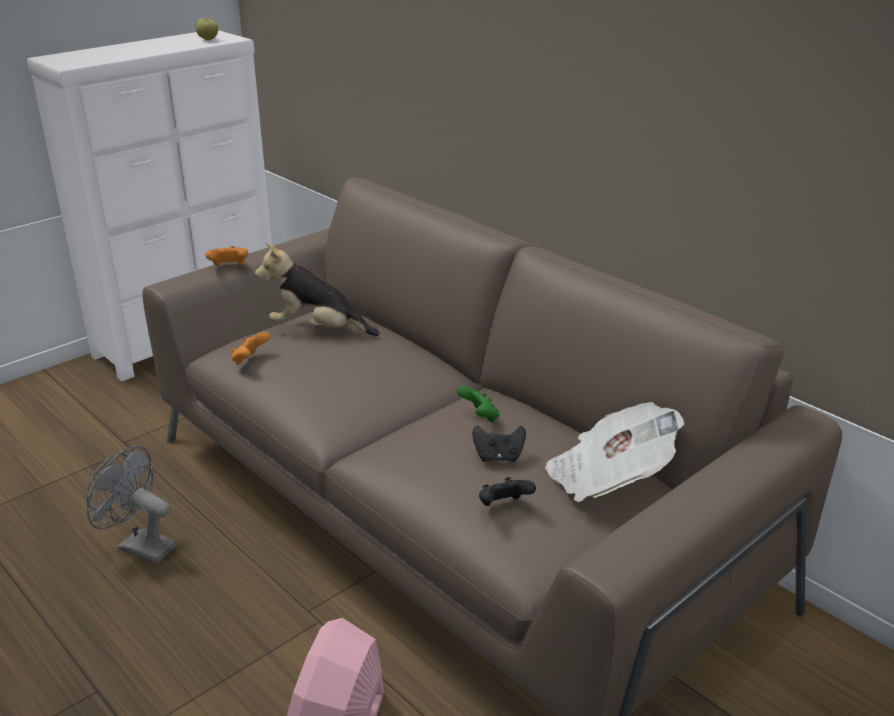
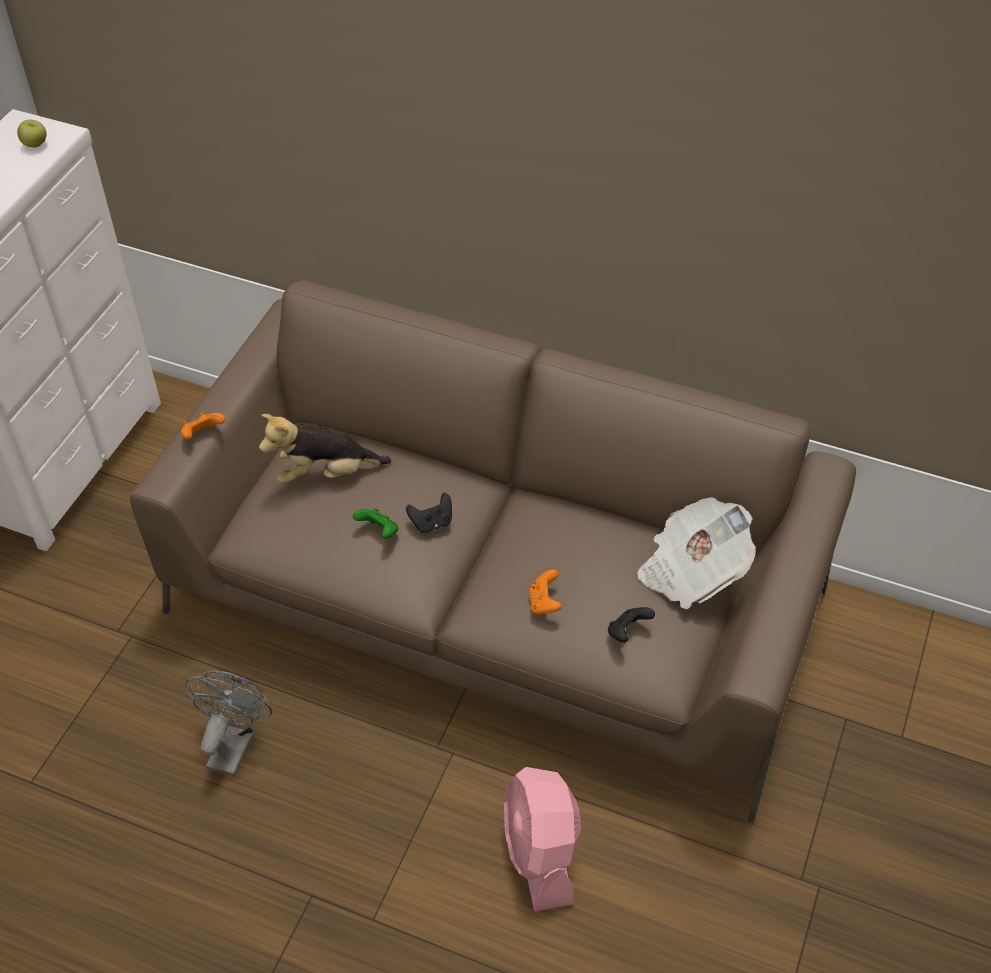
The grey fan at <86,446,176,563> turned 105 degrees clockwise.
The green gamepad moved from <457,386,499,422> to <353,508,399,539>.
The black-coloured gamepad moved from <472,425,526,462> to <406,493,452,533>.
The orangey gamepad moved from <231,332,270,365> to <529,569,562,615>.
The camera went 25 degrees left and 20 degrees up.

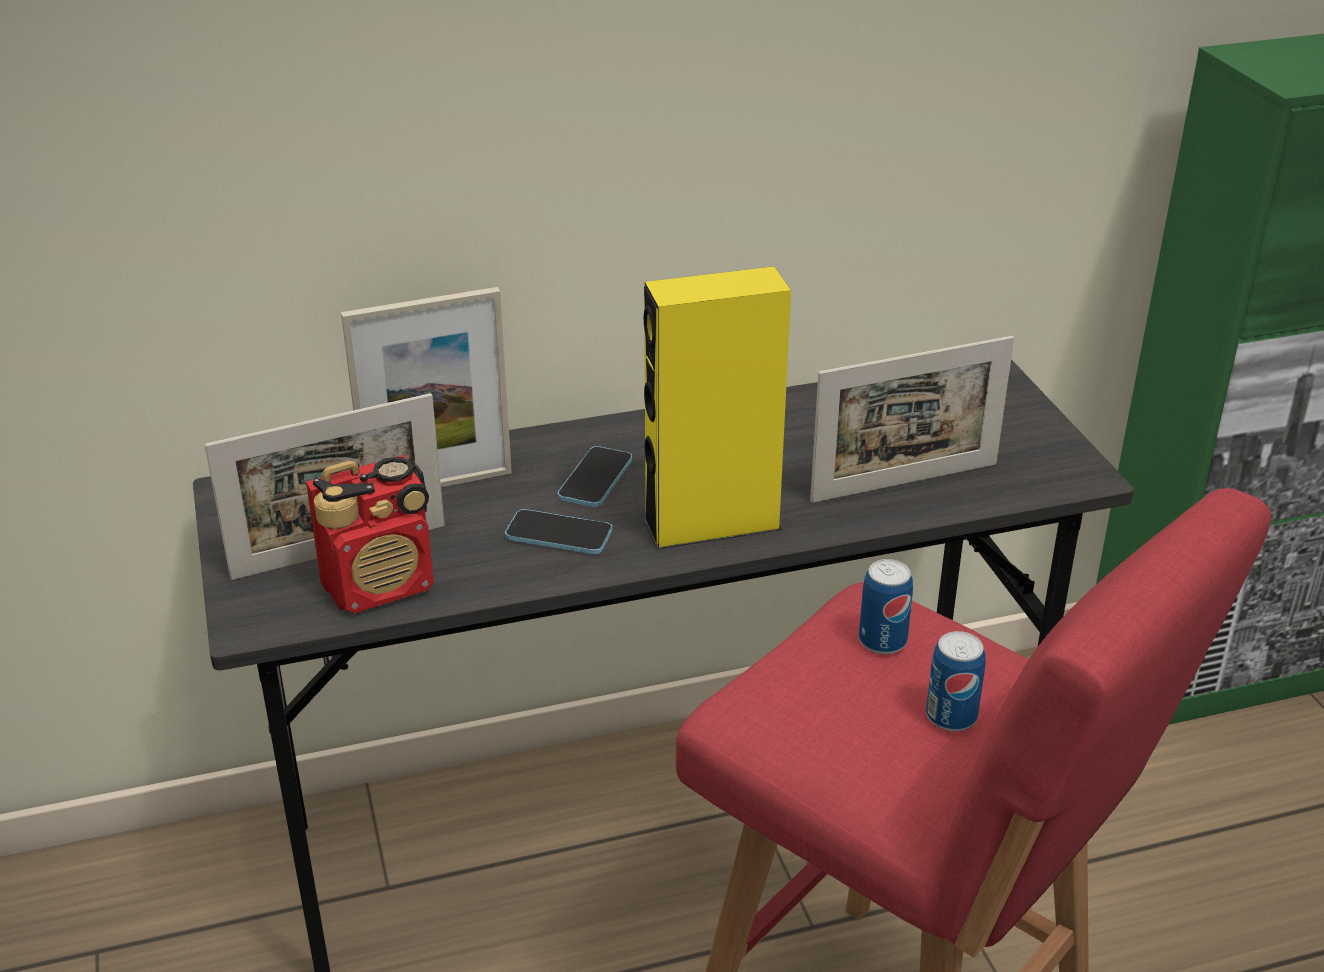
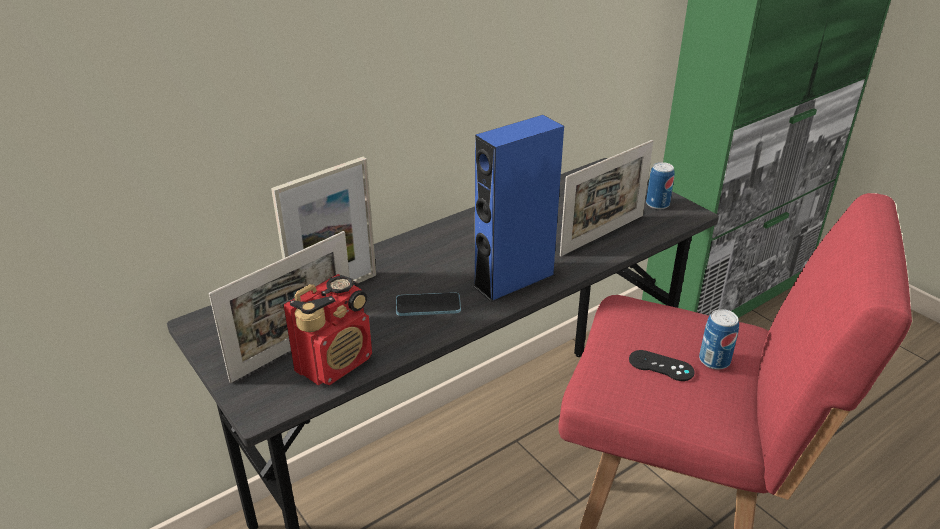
The yellowish speaker at <644,266,791,550> became the blue-coloured speaker at <473,115,564,302>.
The black-coloured gamepad at <629,350,694,381> appeared.
The can moved from <859,559,913,654> to <646,162,675,210>.
The handset at <558,446,632,507> disappeared.
The camera went 20 degrees left and 0 degrees up.

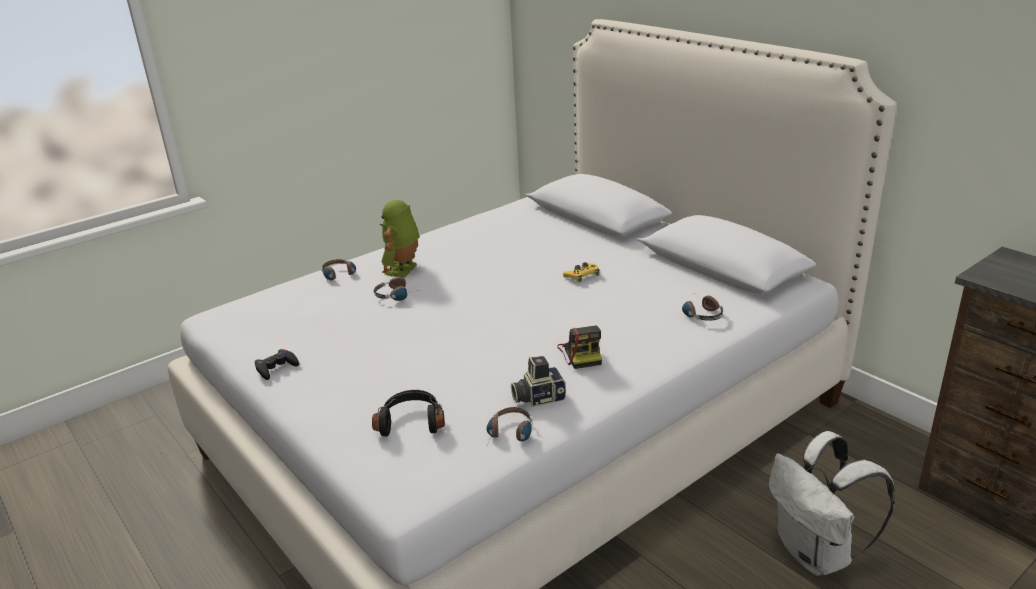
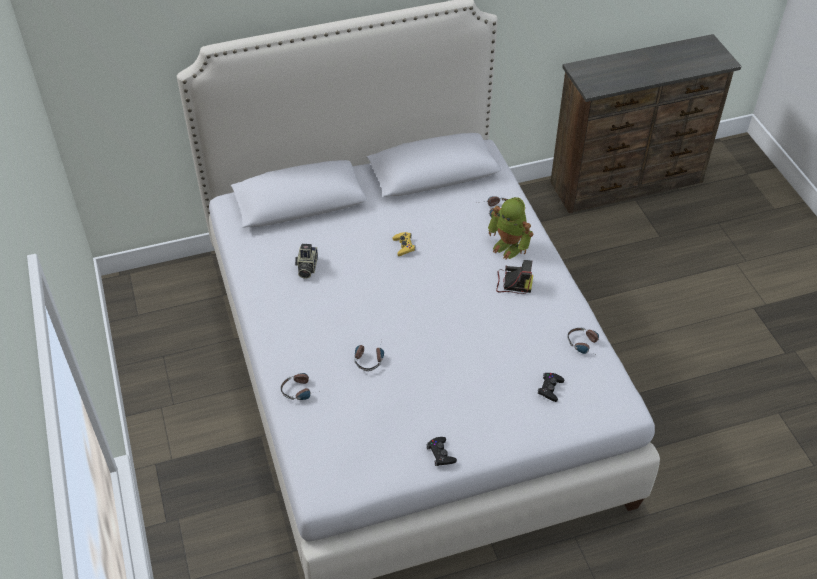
The still camera moved from <511,356,566,407> to <295,244,318,279>.
The toy robot moved from <380,200,420,278> to <488,197,533,260>.
The black-coloured pair of headphones at <372,390,445,437> was replaced by the black-coloured gamepad at <538,373,564,402>.
The white-coloured backpack at <769,431,895,576> disappeared.
The camera went 70 degrees left and 20 degrees up.

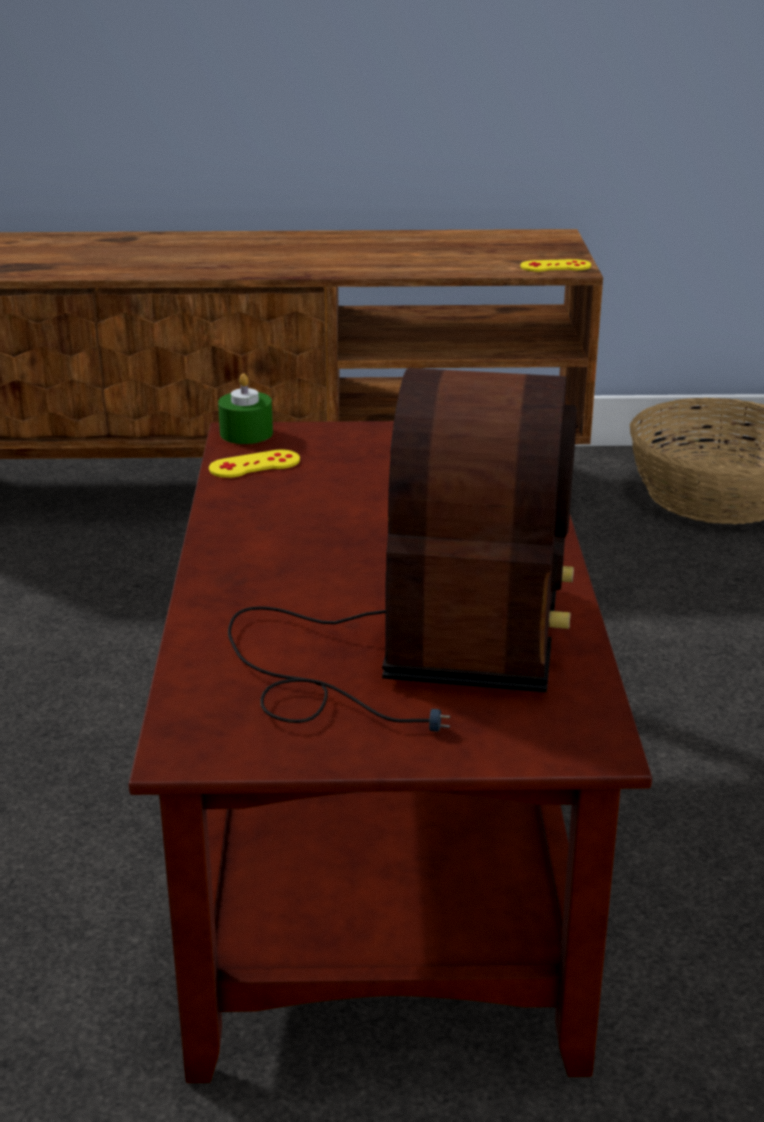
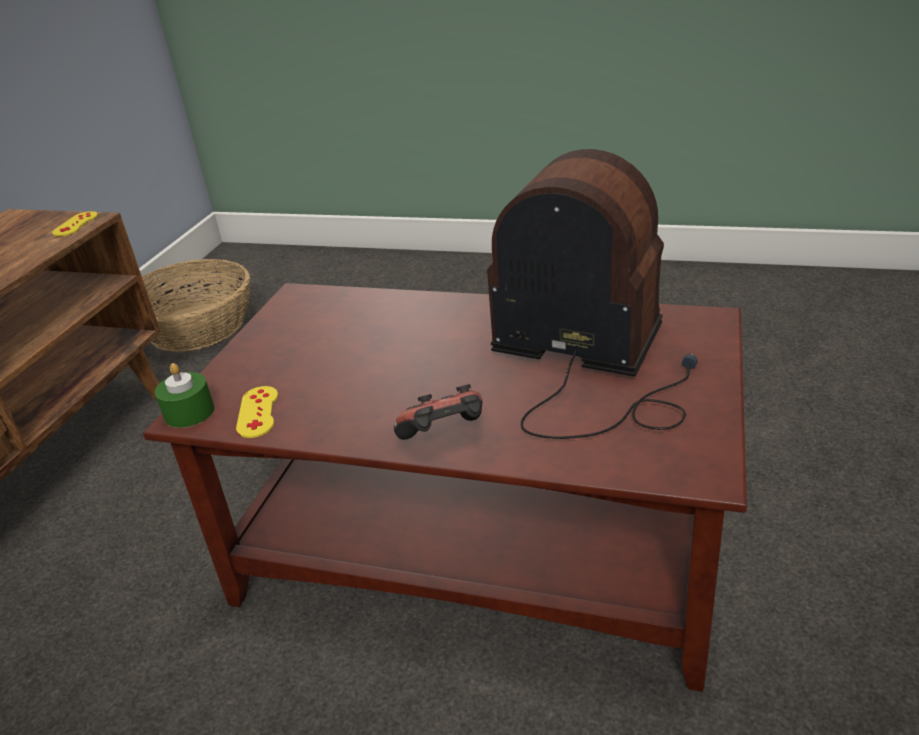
The gamepad at <394,384,482,440> appeared.
The camera went 70 degrees left and 5 degrees up.

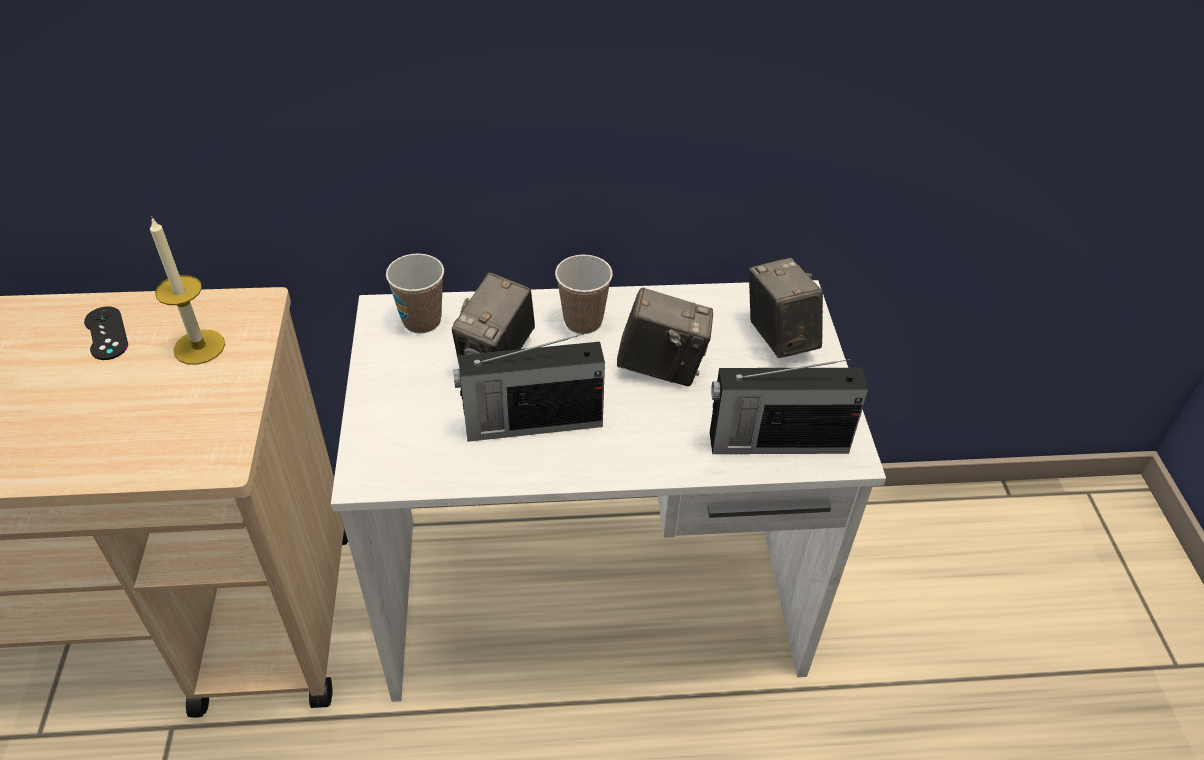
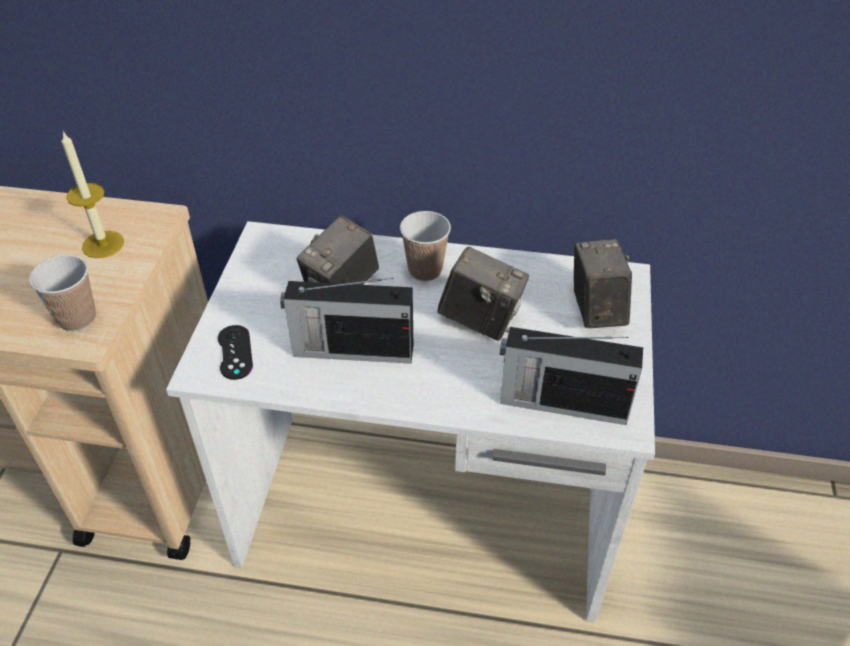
The cup moved from <386,253,444,333> to <29,255,96,331>.
The black-coloured gamepad moved from <84,306,128,360> to <218,325,253,380>.
The camera went 15 degrees right and 0 degrees up.

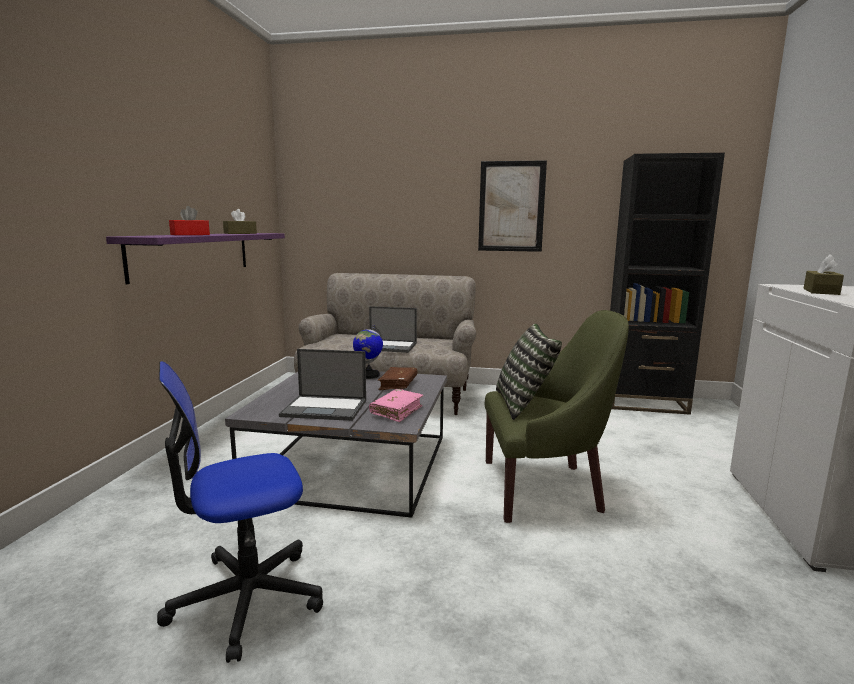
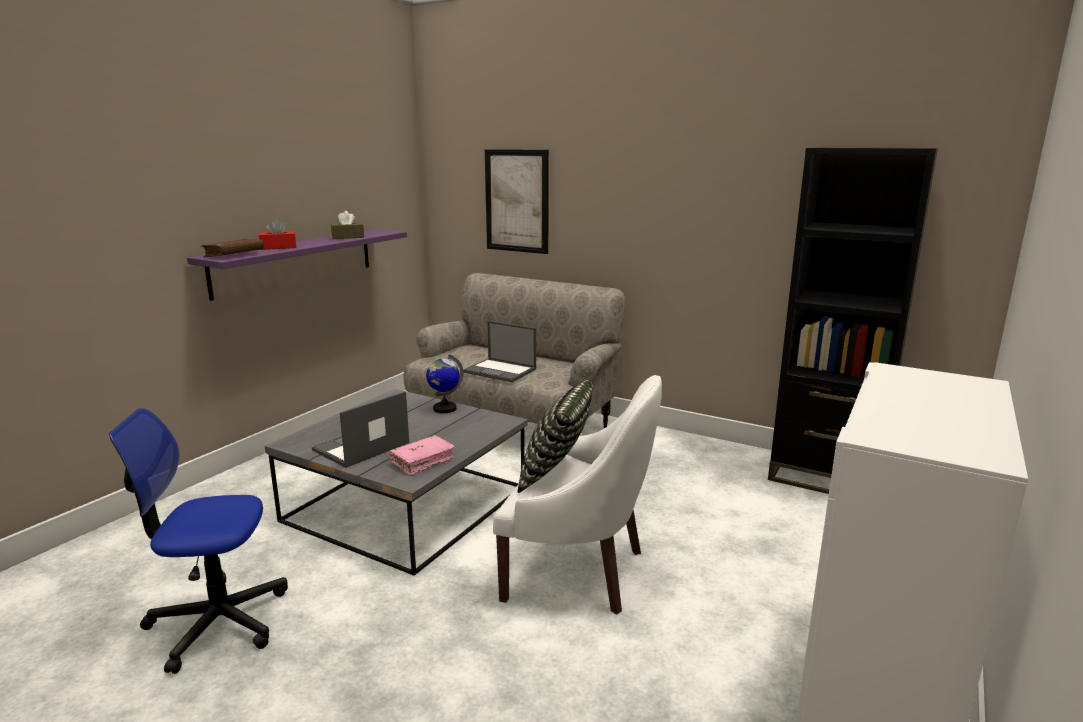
The brown book moved from <378,367,417,390> to <201,239,264,257>.
The laptop at <279,349,366,421> turned 105 degrees clockwise.
The picture moved from <478,160,547,252> to <485,149,549,254>.
The green easy chair at <485,310,629,523> became the white-coloured easy chair at <493,375,662,615>.
The brown box of tissues at <804,255,844,295> disappeared.
The camera went 20 degrees right and 5 degrees up.

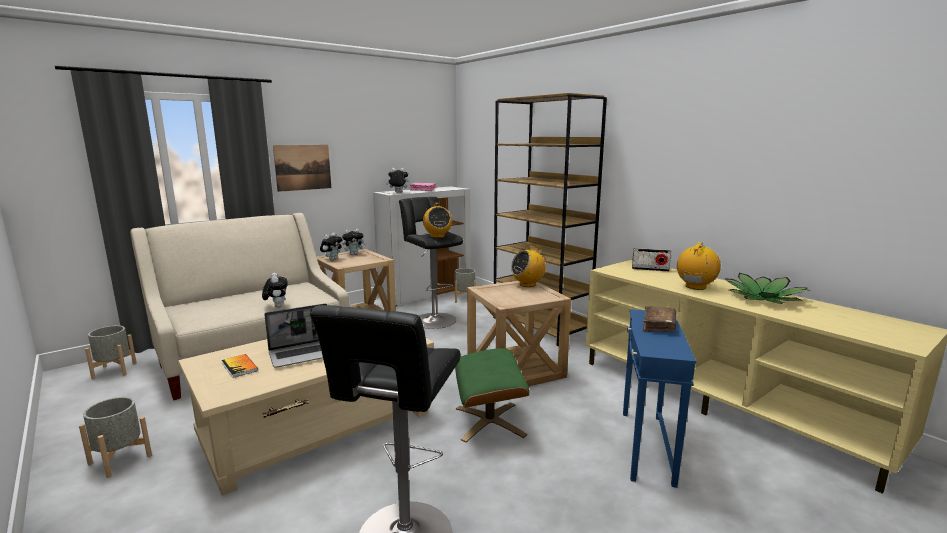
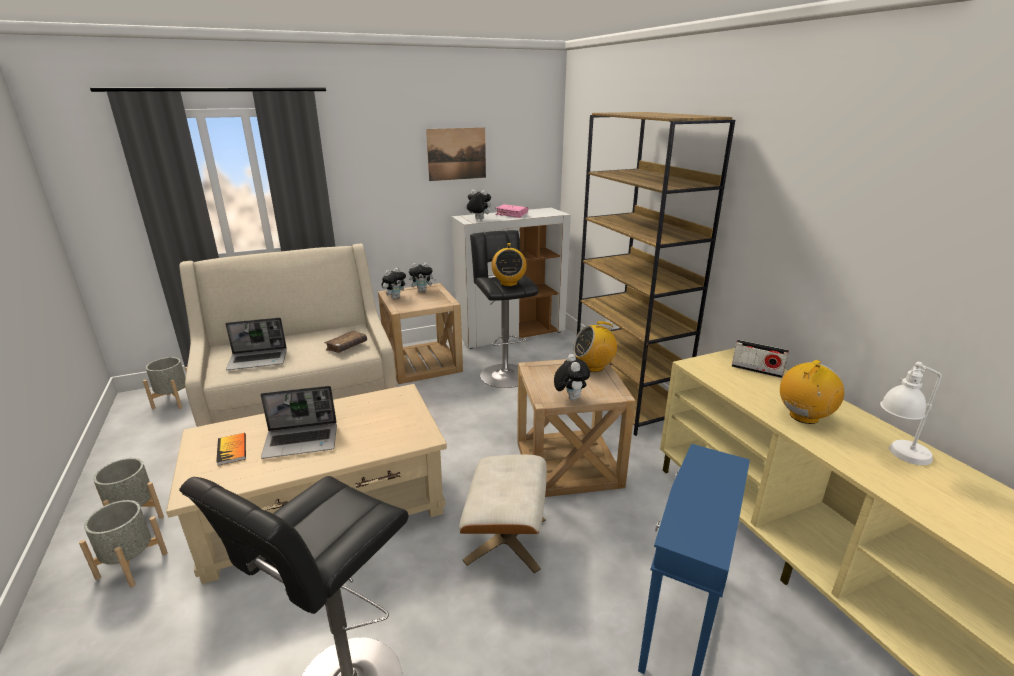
The grey plant pot moved from <455,268,476,303> to <79,500,168,587>.
The laptop at <225,318,287,370> appeared.
The brown book moved from <643,306,676,332> to <324,330,367,353>.
The picture moved from <273,145,331,192> to <426,127,486,181>.
The green ottoman at <455,348,530,443> became the beige ottoman at <459,455,547,573>.
The plush toy moved from <262,273,288,308> to <554,354,590,401>.
The potted plant at <724,273,809,304> was replaced by the white-coloured lamp for a table at <880,362,942,465>.
The camera went 15 degrees right and 10 degrees up.

